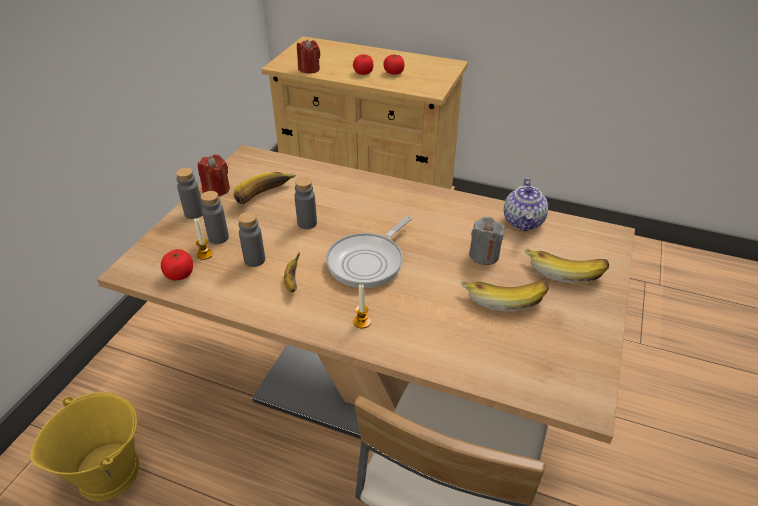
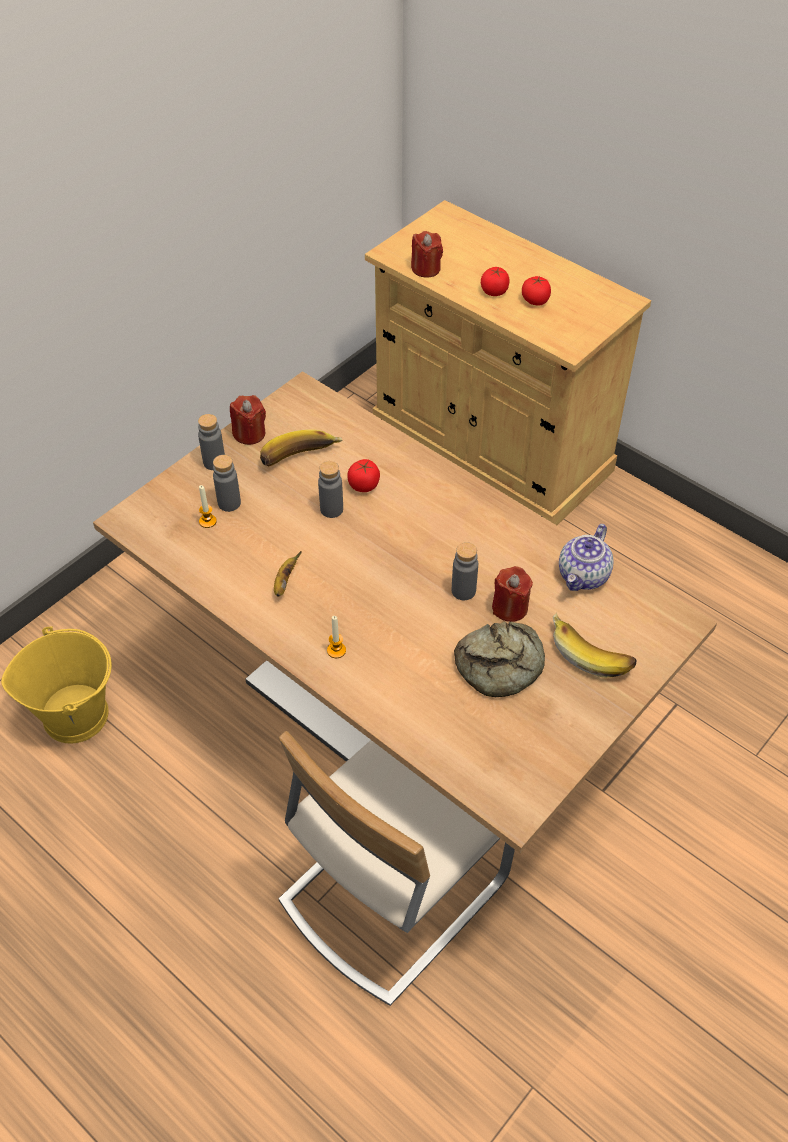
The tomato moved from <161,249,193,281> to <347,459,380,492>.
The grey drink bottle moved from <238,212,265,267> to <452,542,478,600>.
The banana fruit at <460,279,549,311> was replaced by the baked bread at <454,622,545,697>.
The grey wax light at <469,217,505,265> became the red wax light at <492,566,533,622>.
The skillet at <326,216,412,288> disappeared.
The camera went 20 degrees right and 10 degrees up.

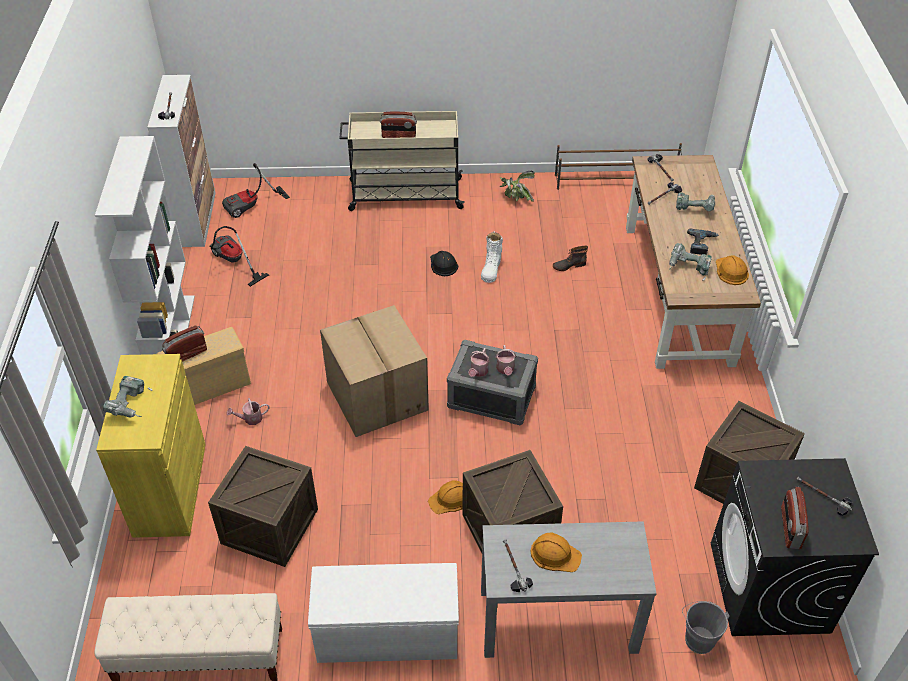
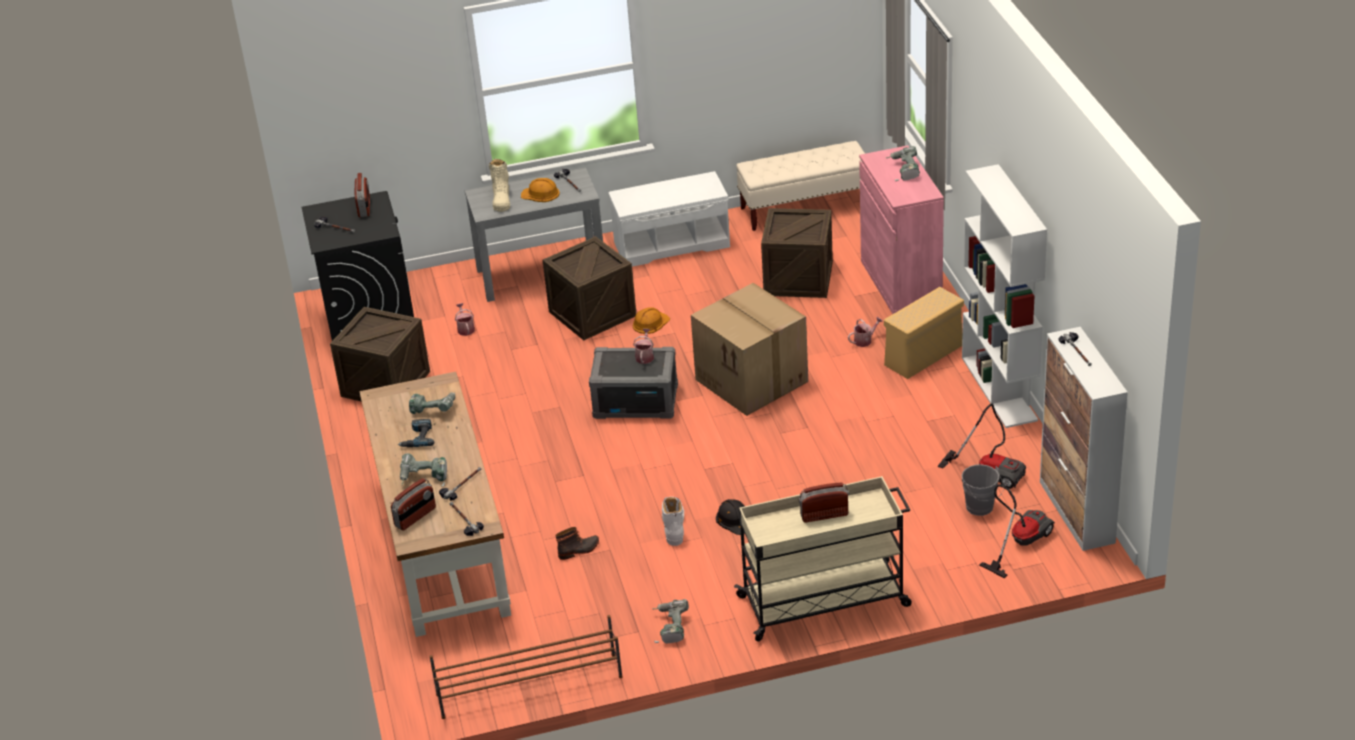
The radio set moved from <162,325,207,362> to <391,478,436,530>.
The sprinkling can moved from <496,345,516,376> to <455,303,475,336>.
The beige boot at <489,159,510,212> appeared.
The potted plant at <499,171,535,202> was replaced by the electric drill at <653,599,689,643>.
The yellowish storage cabinet at <96,354,206,538> became the pink storage cabinet at <859,145,944,314>.
The grey pail moved from <682,601,729,654> to <962,464,1004,516>.
The orangey work helmet at <716,255,749,285> disappeared.
The camera went 170 degrees right and 10 degrees down.

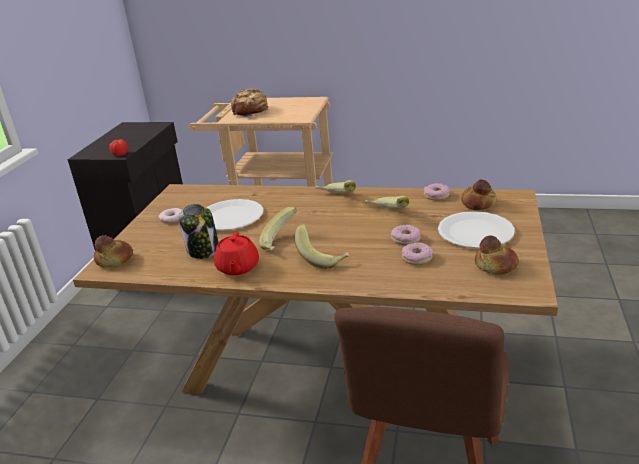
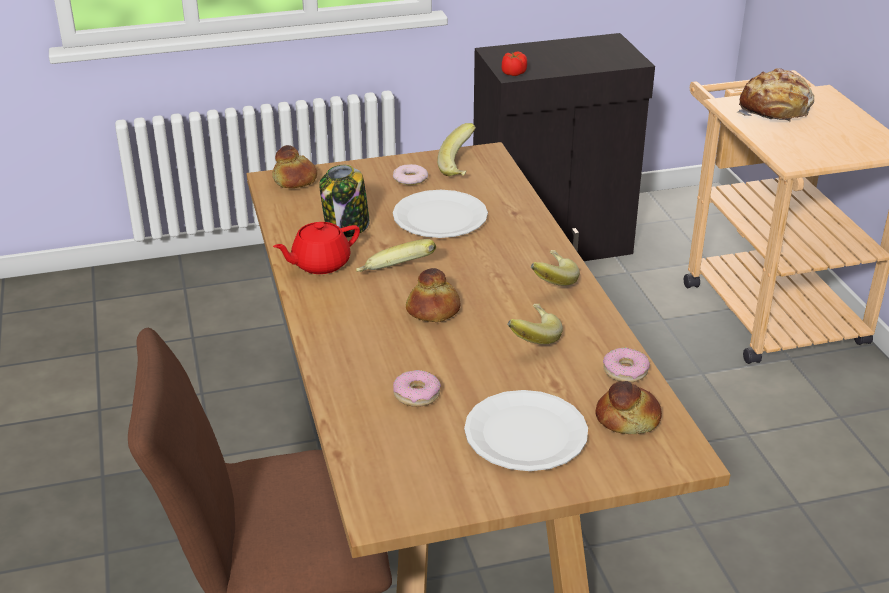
The baked bread moved from <475,236,519,275> to <406,268,460,322>.
The banana fruit moved from <295,224,349,269> to <437,123,476,176>.
The donut at <391,225,421,245> disappeared.
The camera went 60 degrees right and 5 degrees up.

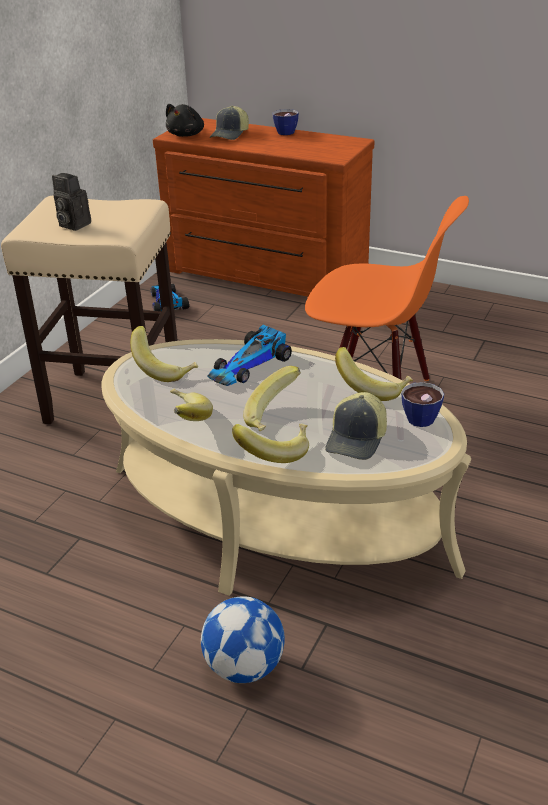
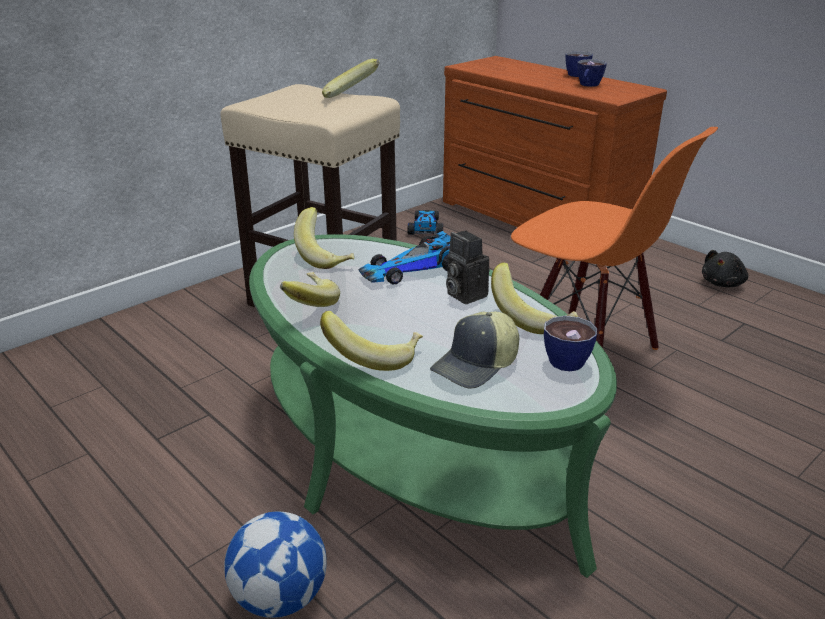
The beige low table at <101,339,471,596> became the green low table at <249,234,617,578>.
The banana fruit moved from <243,366,301,431> to <322,59,380,98>.
The still camera moved from <52,173,91,231> to <446,231,490,304>.
The cup at <577,59,607,87> appeared.
The black-coloured plush toy moved from <166,104,204,137> to <702,250,748,287>.
The cap at <209,106,249,140> disappeared.
The camera went 20 degrees right and 5 degrees down.

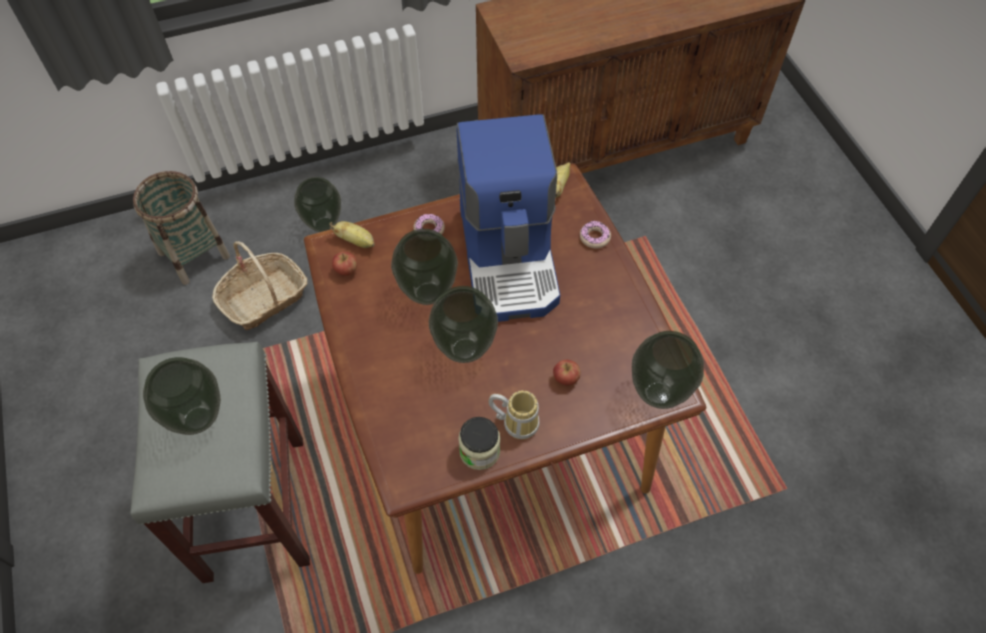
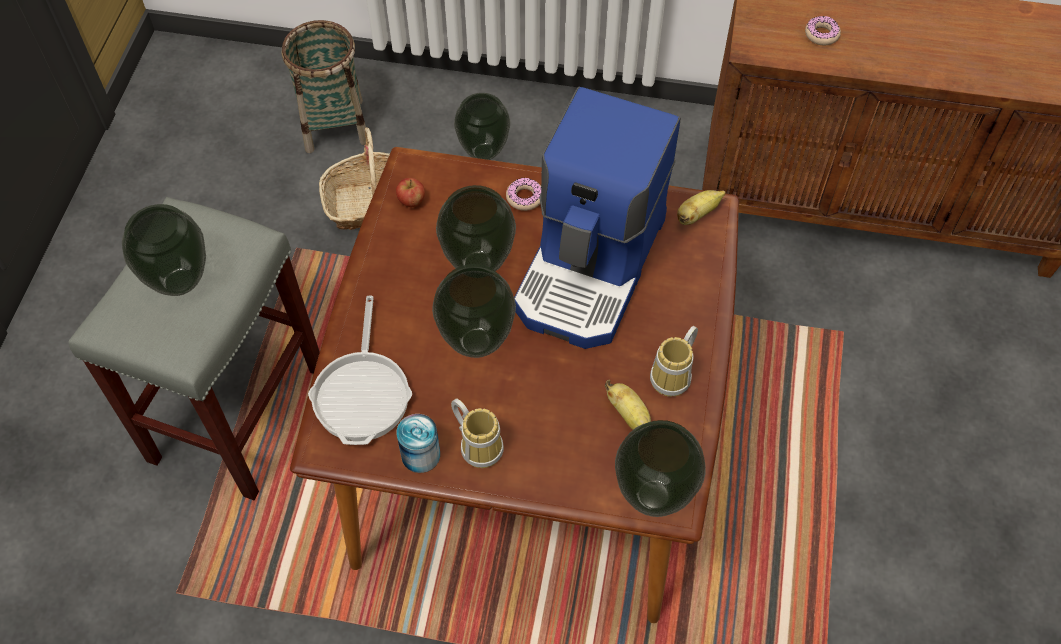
The skillet at <308,295,412,445> appeared.
The jar at <458,417,500,470> was replaced by the can at <396,414,440,473>.
The banana fruit moved from <330,221,375,248> to <605,380,651,430>.
The tea mug at <650,326,698,397> appeared.
The donut moved from <580,221,611,248> to <805,16,841,45>.
The whole apple at <553,360,581,385> disappeared.
The camera went 30 degrees right and 0 degrees up.

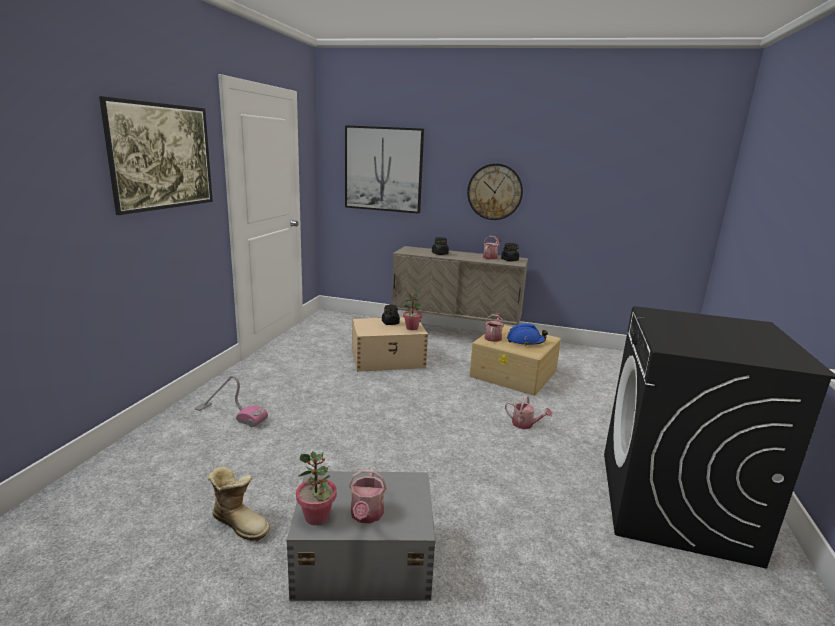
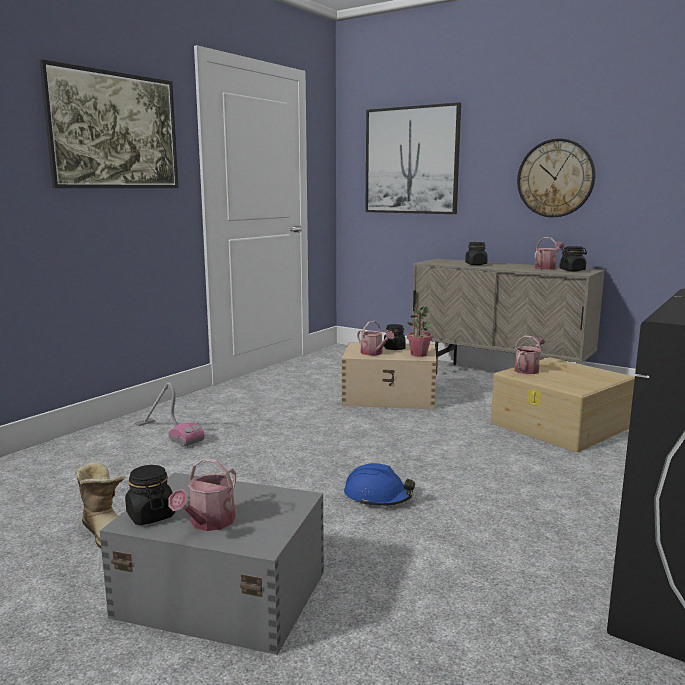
The potted plant at <296,451,336,525> was replaced by the black-coloured jar at <125,465,175,525>.
The blue-coloured work helmet moved from <507,323,548,346> to <344,463,415,507>.
The sprinkling can moved from <505,396,552,429> to <357,321,394,356>.
The camera went 20 degrees right and 5 degrees down.

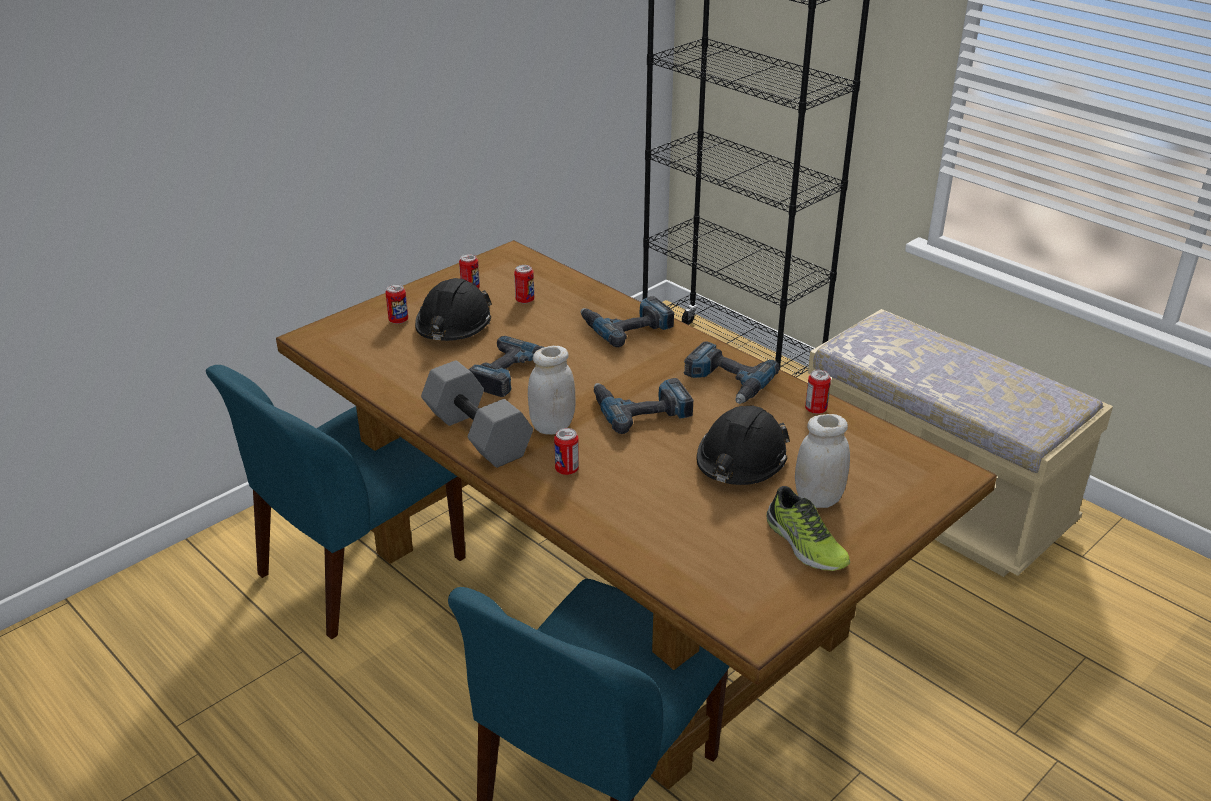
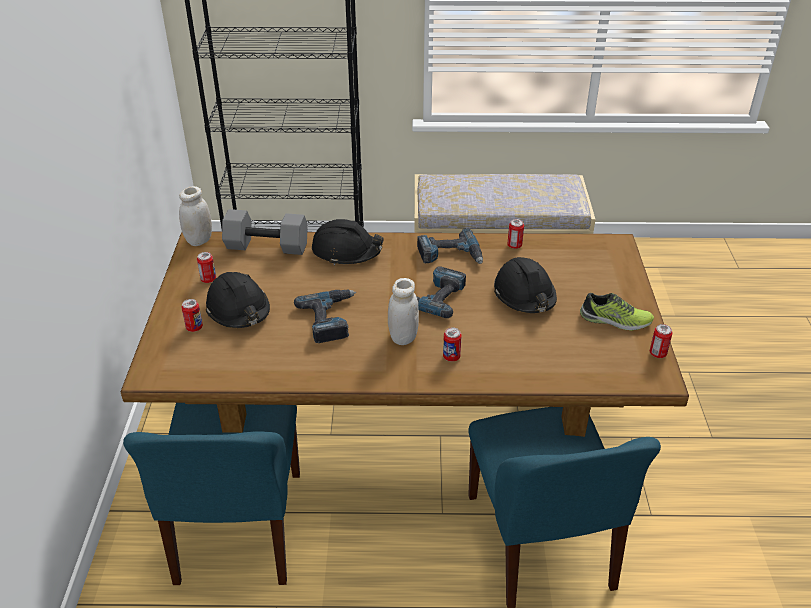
The white-coloured jar moved from <795,414,850,508> to <179,186,212,246>.
The grey dumbbell moved from <421,360,533,468> to <222,209,308,255>.
The electric drill at <581,296,674,347> was replaced by the black-coloured work helmet at <312,219,384,265>.
The can moved from <514,265,534,304> to <650,324,672,358>.
The camera went 45 degrees left and 5 degrees up.

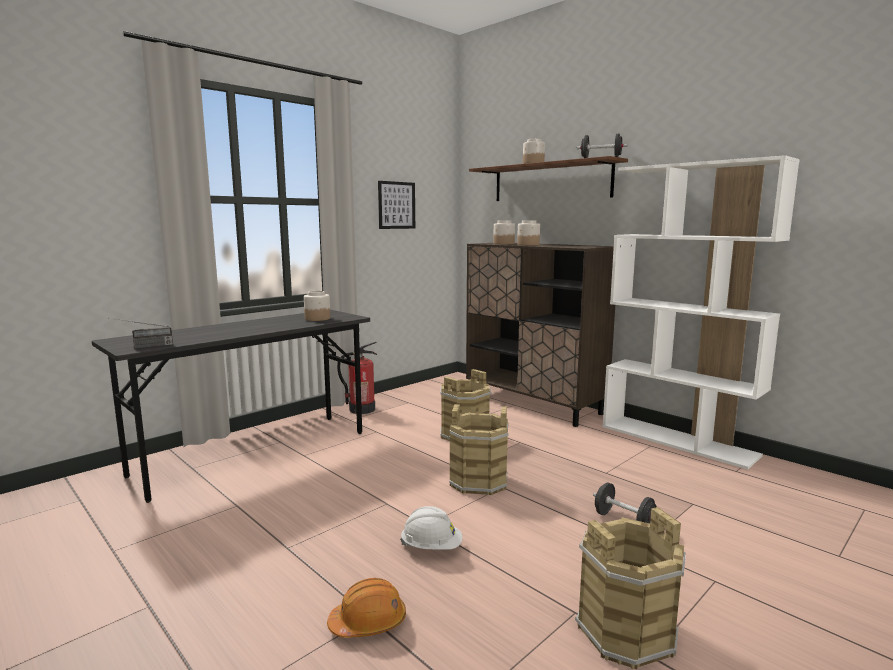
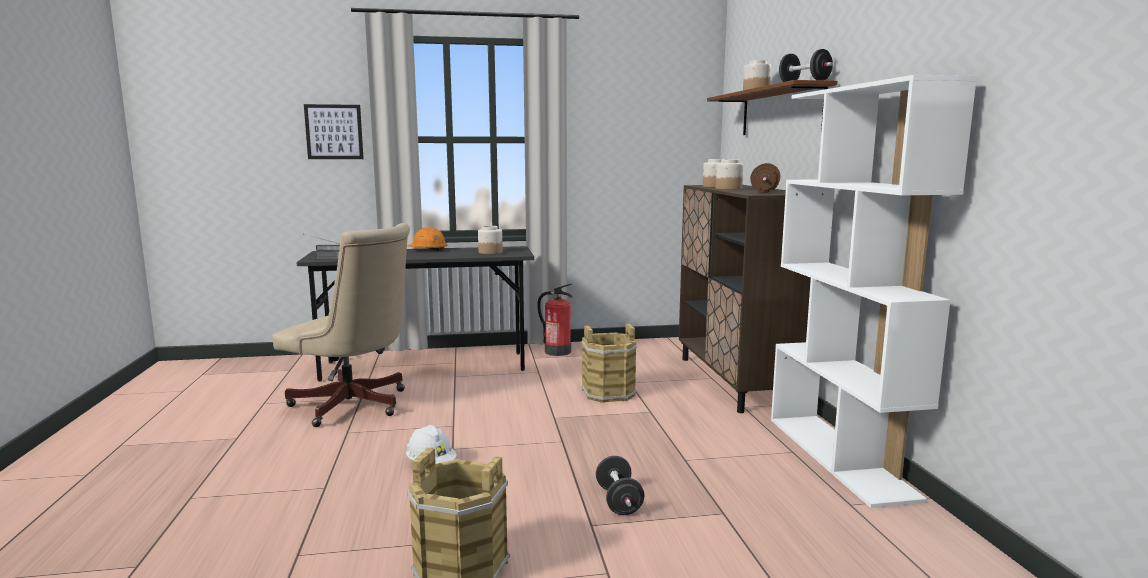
The beige computer chair at <272,223,410,427> appeared.
The picture moved from <378,181,415,229> to <304,104,364,159>.
The orangey work helmet moved from <327,578,406,638> to <408,227,448,251>.
The brown dumbbell at <750,163,781,193> appeared.
The brown pail at <450,404,509,495> disappeared.
The camera went 35 degrees right and 0 degrees up.

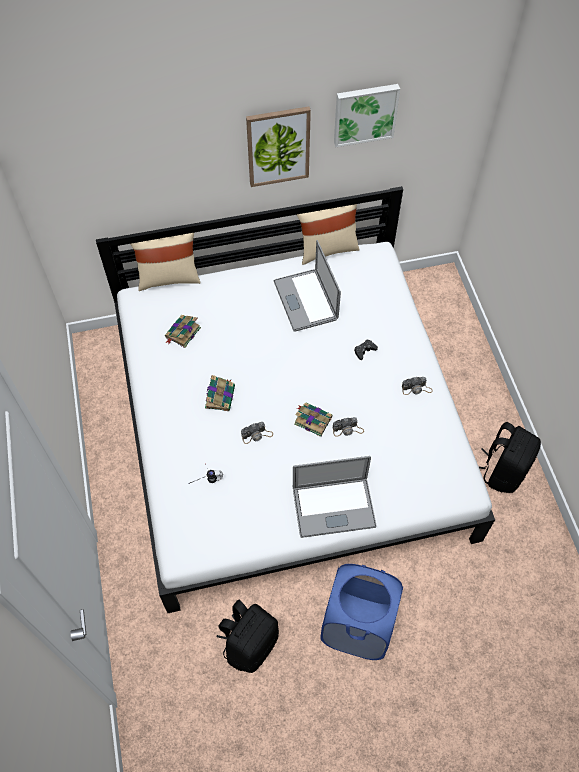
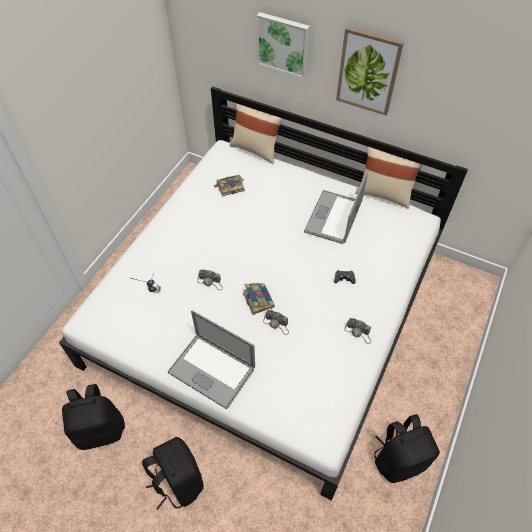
The blue-coloured hamper at <320,564,403,660> was replaced by the black-coloured backpack at <142,437,204,510>.
The picture moved from <334,84,400,147> to <256,12,310,78>.
The book at <205,375,235,411> disappeared.
The camera went 40 degrees right and 5 degrees down.

